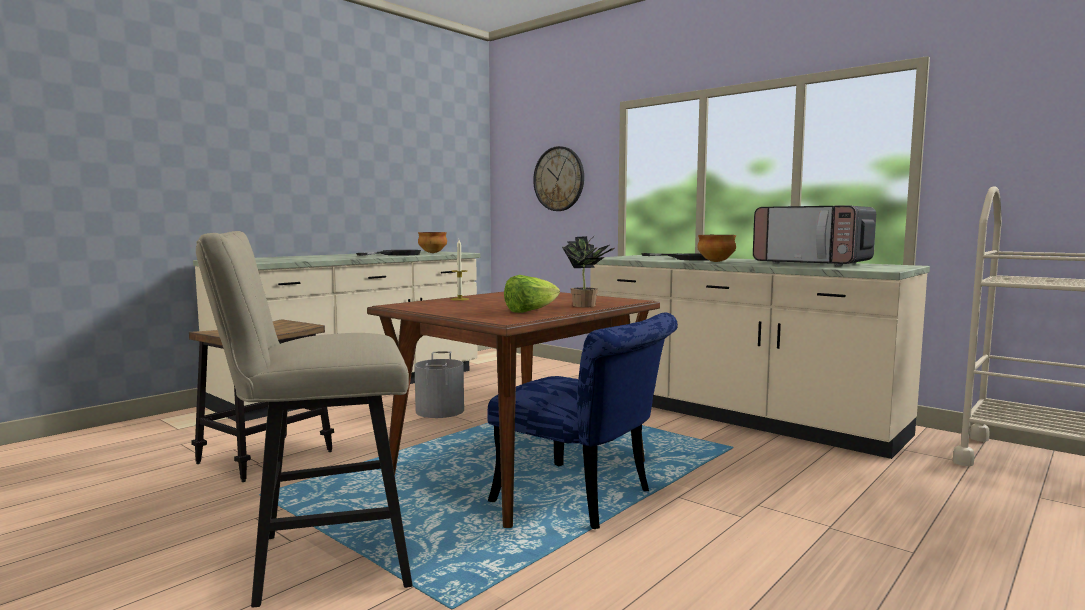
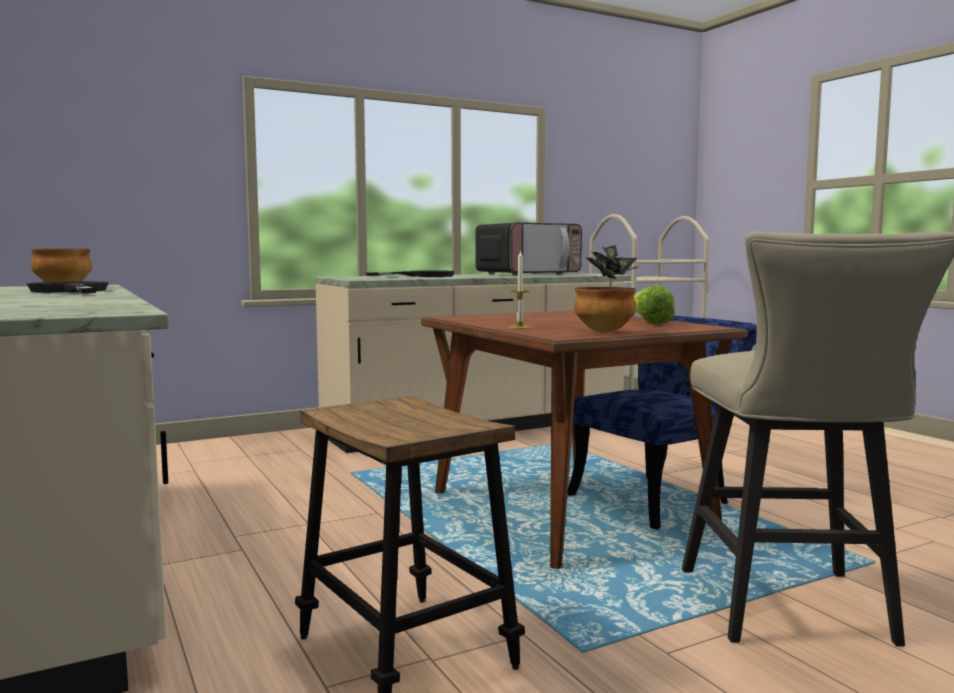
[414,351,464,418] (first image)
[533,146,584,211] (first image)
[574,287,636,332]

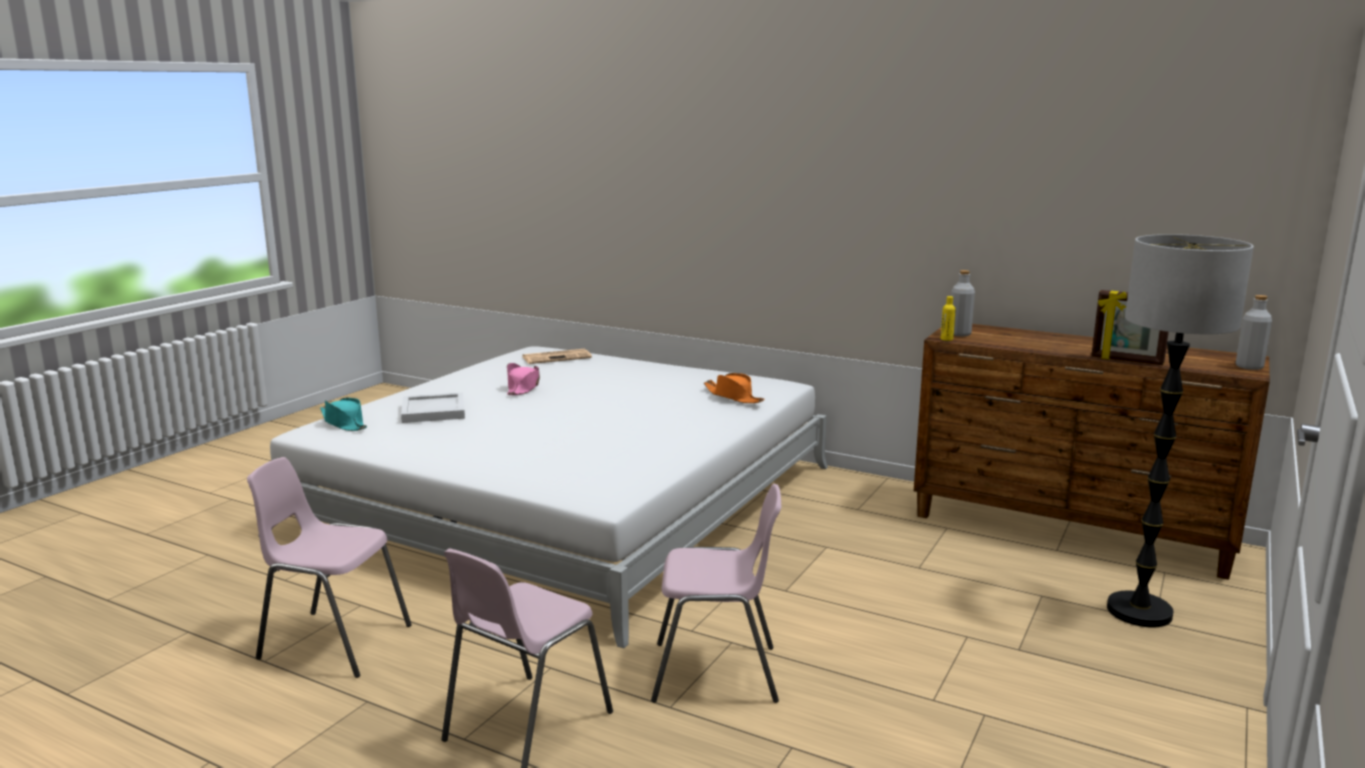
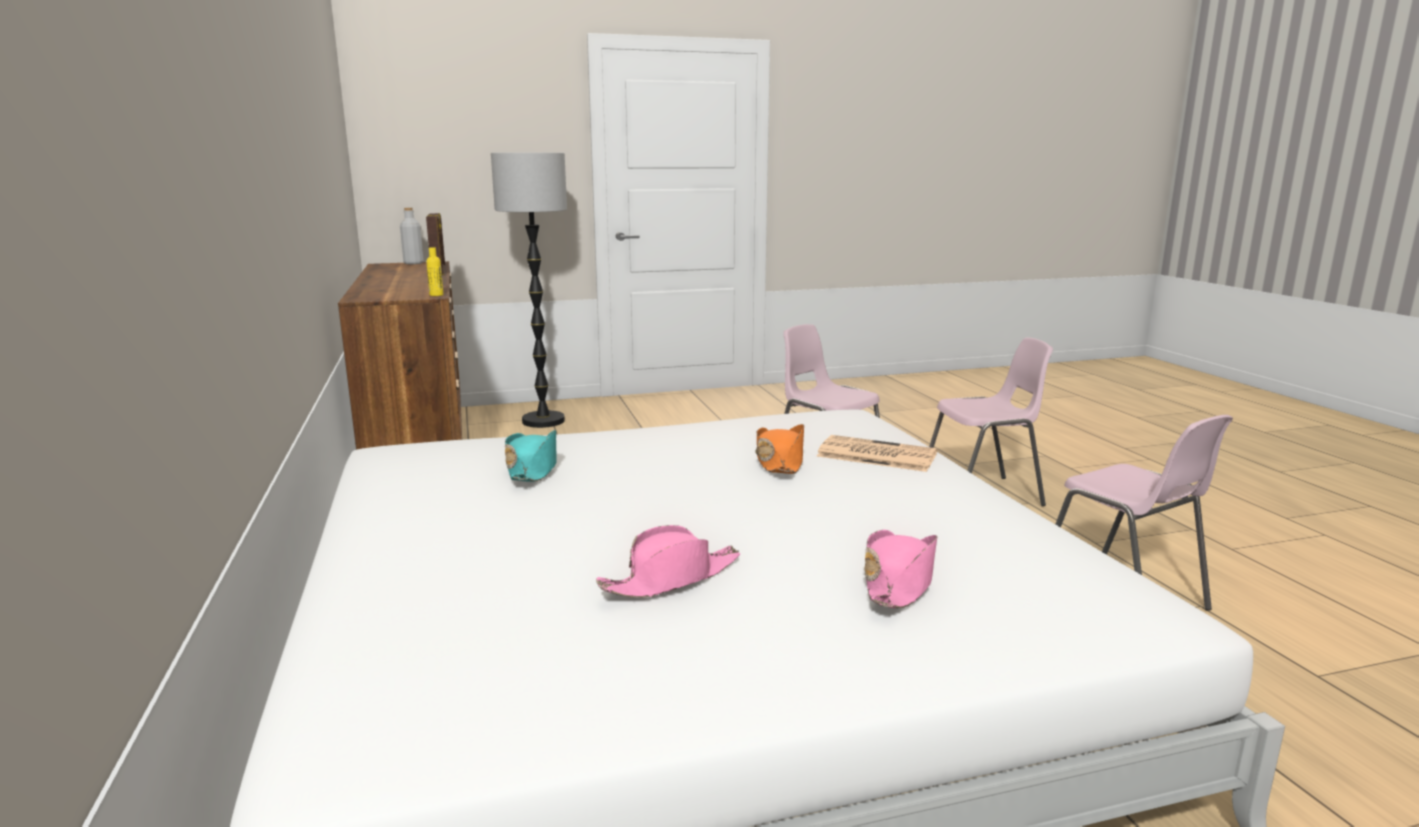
[951,270,975,336] (first image)
[505,430,557,482]
[817,435,937,472]
[755,424,804,474]
[864,530,937,608]

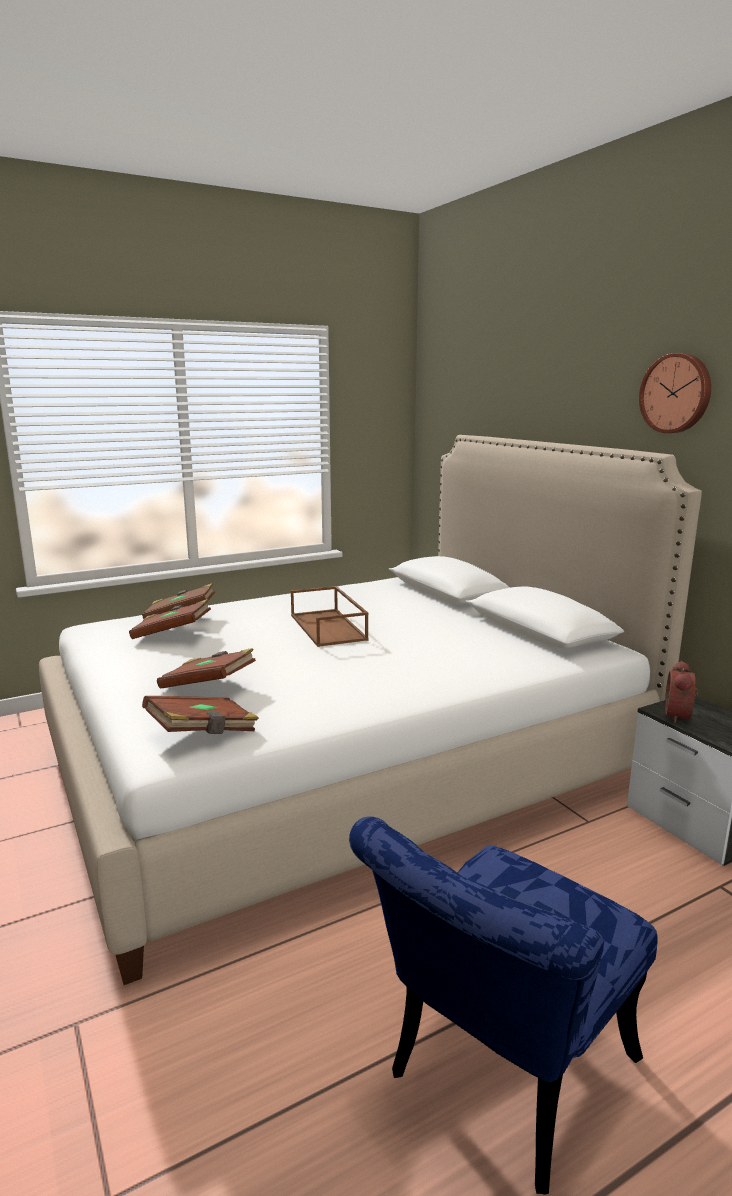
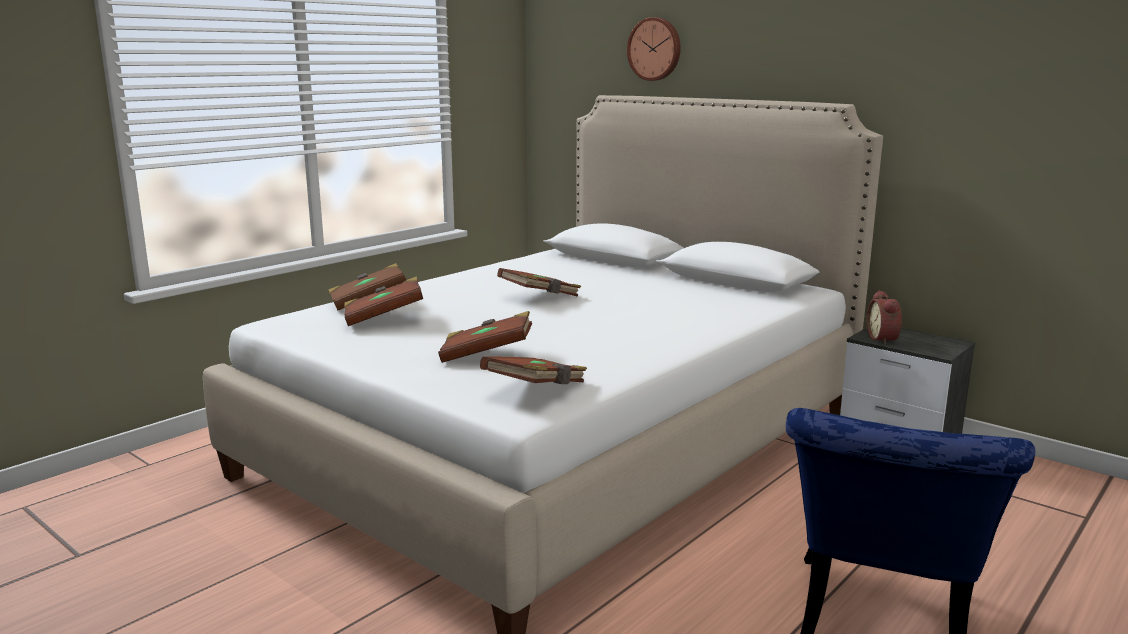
[627,17,681,81]
[497,268,581,297]

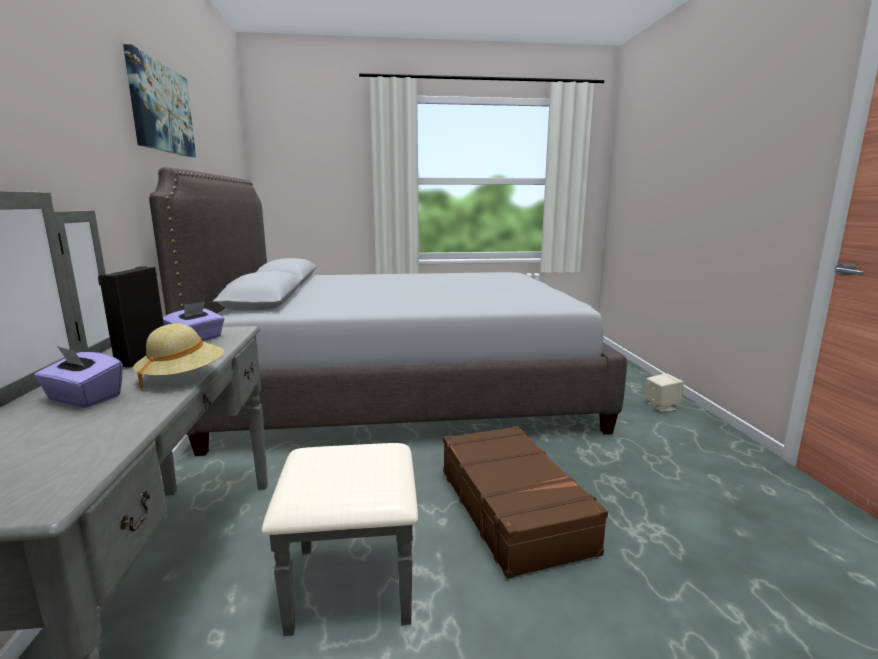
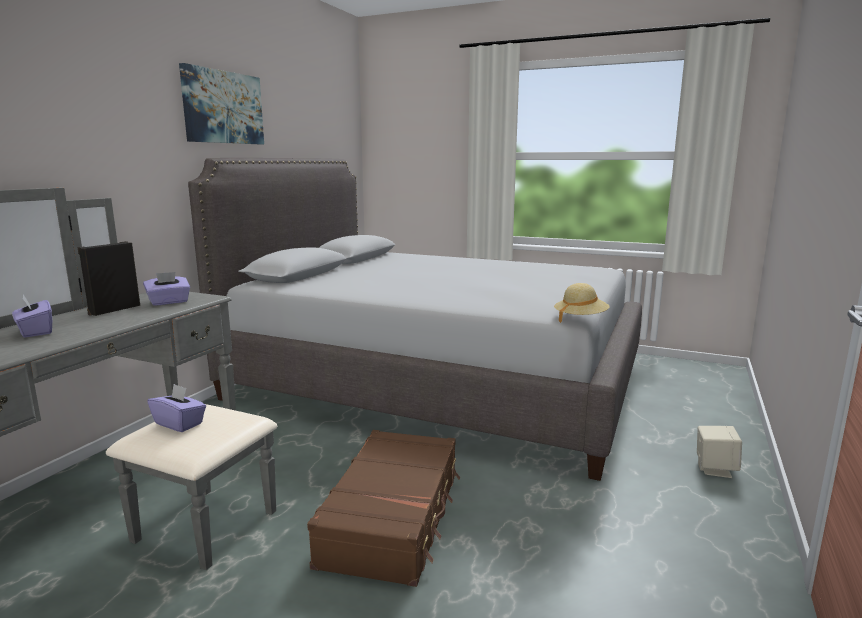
[148,384,206,432]
[554,283,609,323]

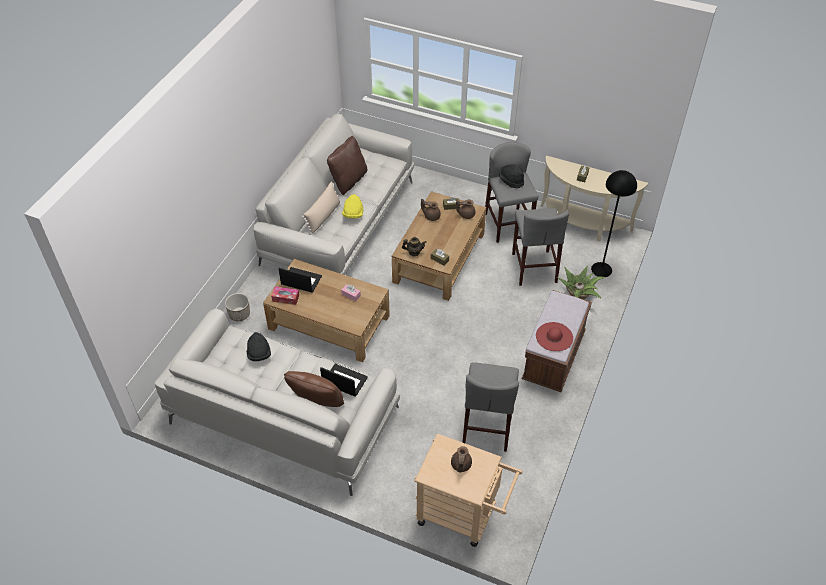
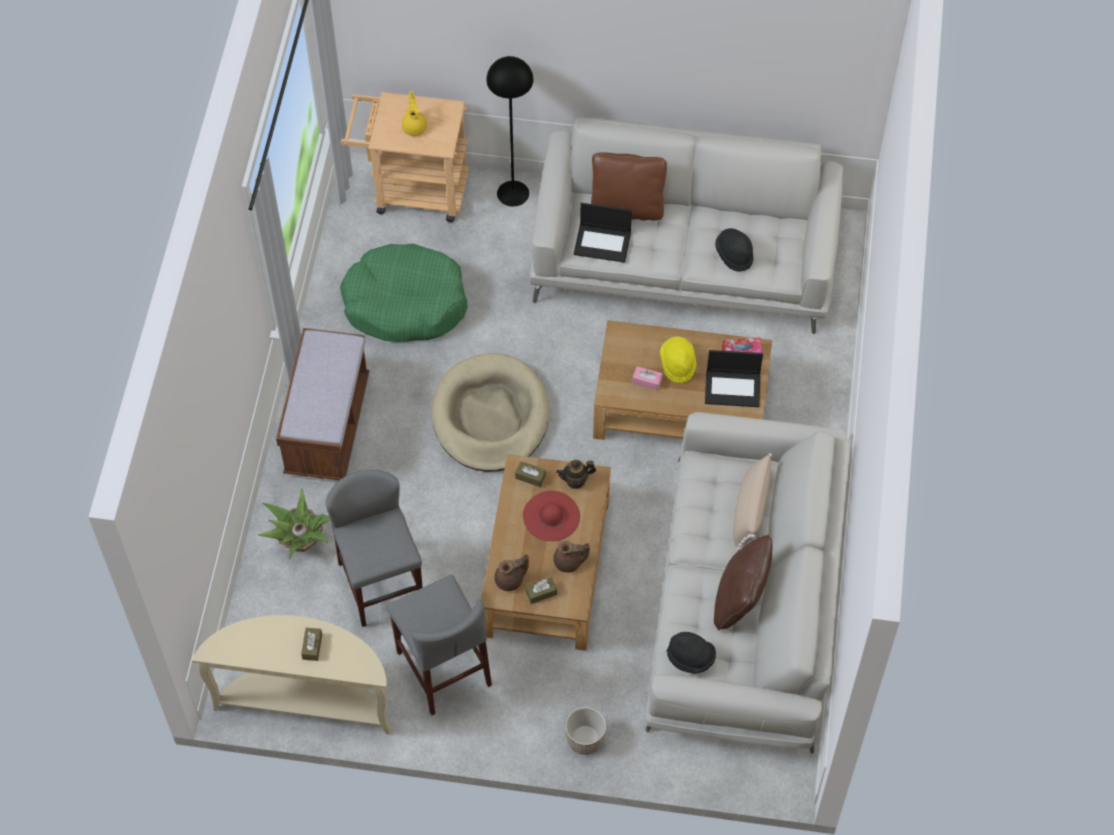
[432,353,549,472]
[565,707,606,755]
[660,337,696,383]
[667,632,716,674]
[523,491,580,541]
[486,56,533,207]
[340,244,468,342]
[402,91,427,136]

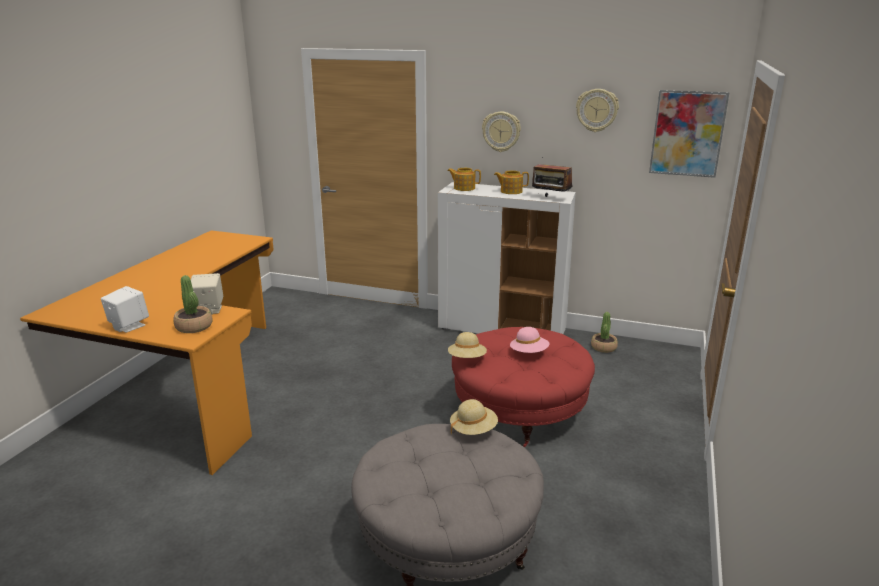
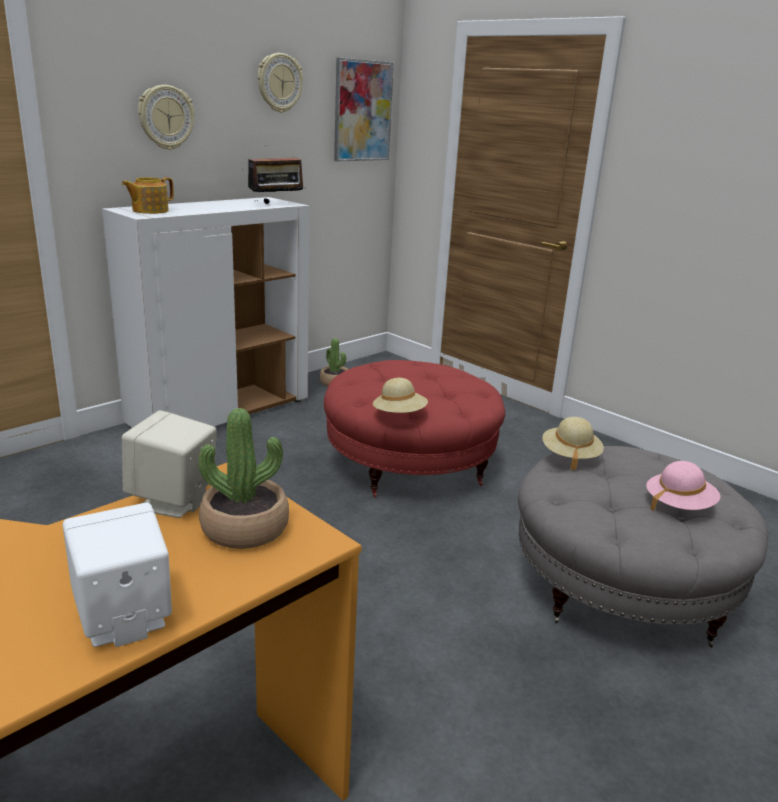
[494,170,529,194] (first image)
[646,461,720,511]

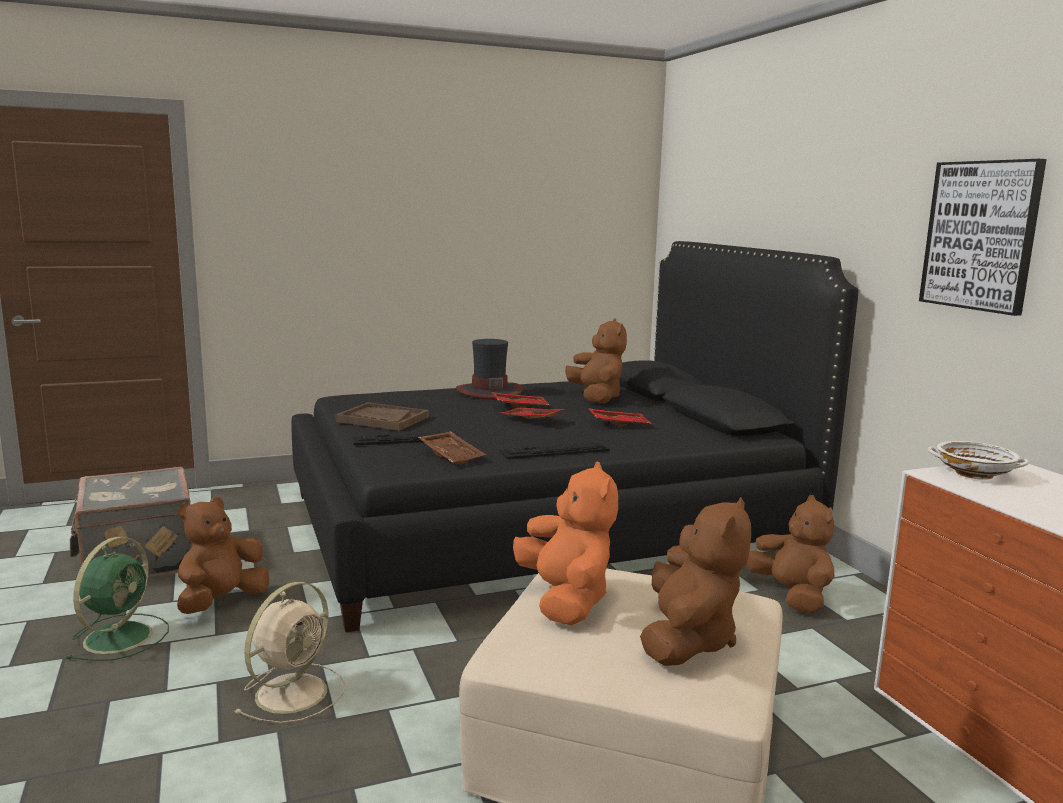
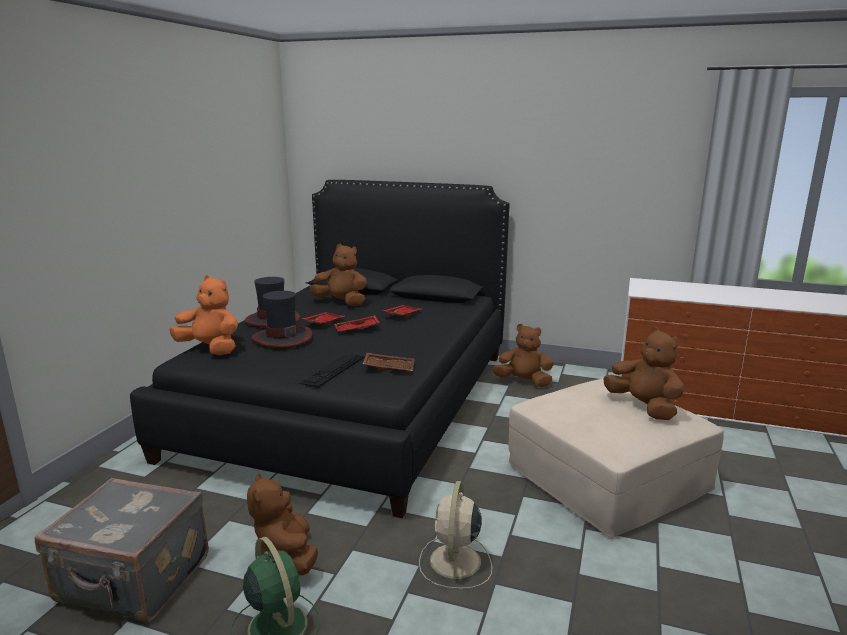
[335,402,429,431] (first image)
[499,442,610,459] (first image)
[919,159,1047,316] (first image)
[928,441,1029,480] (first image)
[252,291,313,348]
[169,275,238,355]
[419,481,492,589]

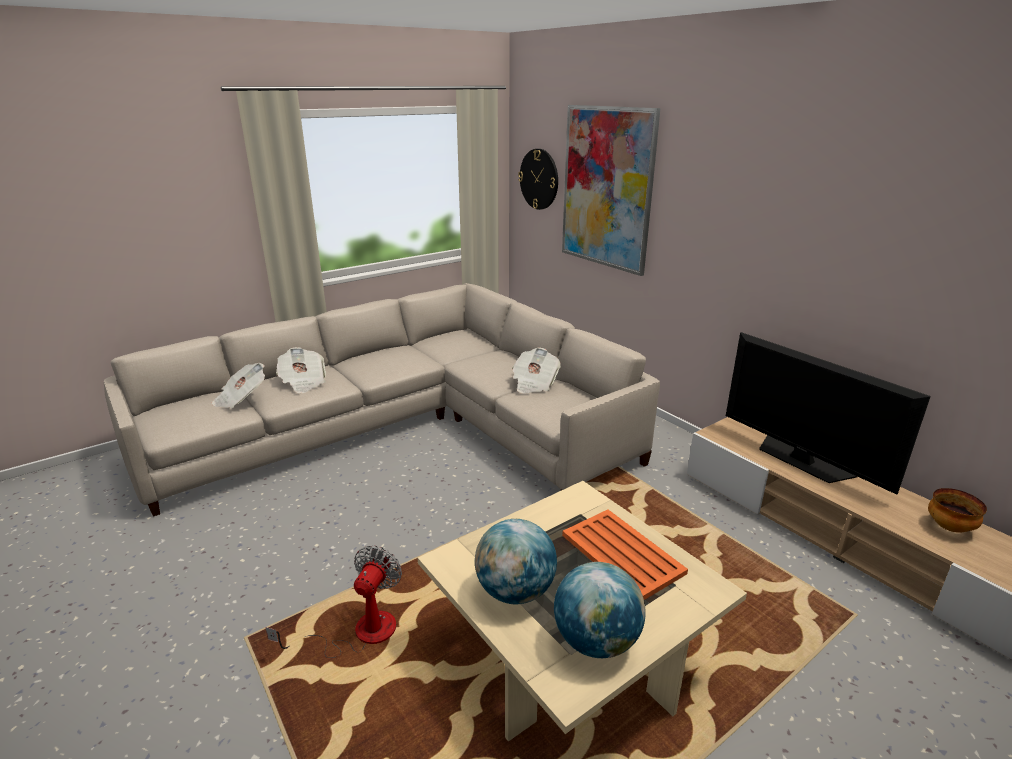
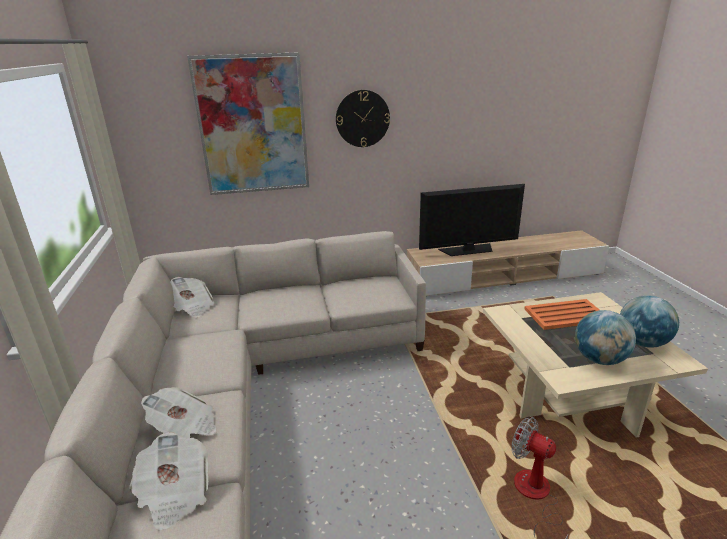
[928,488,987,533] (first image)
[170,277,214,318]
[336,90,390,147]

